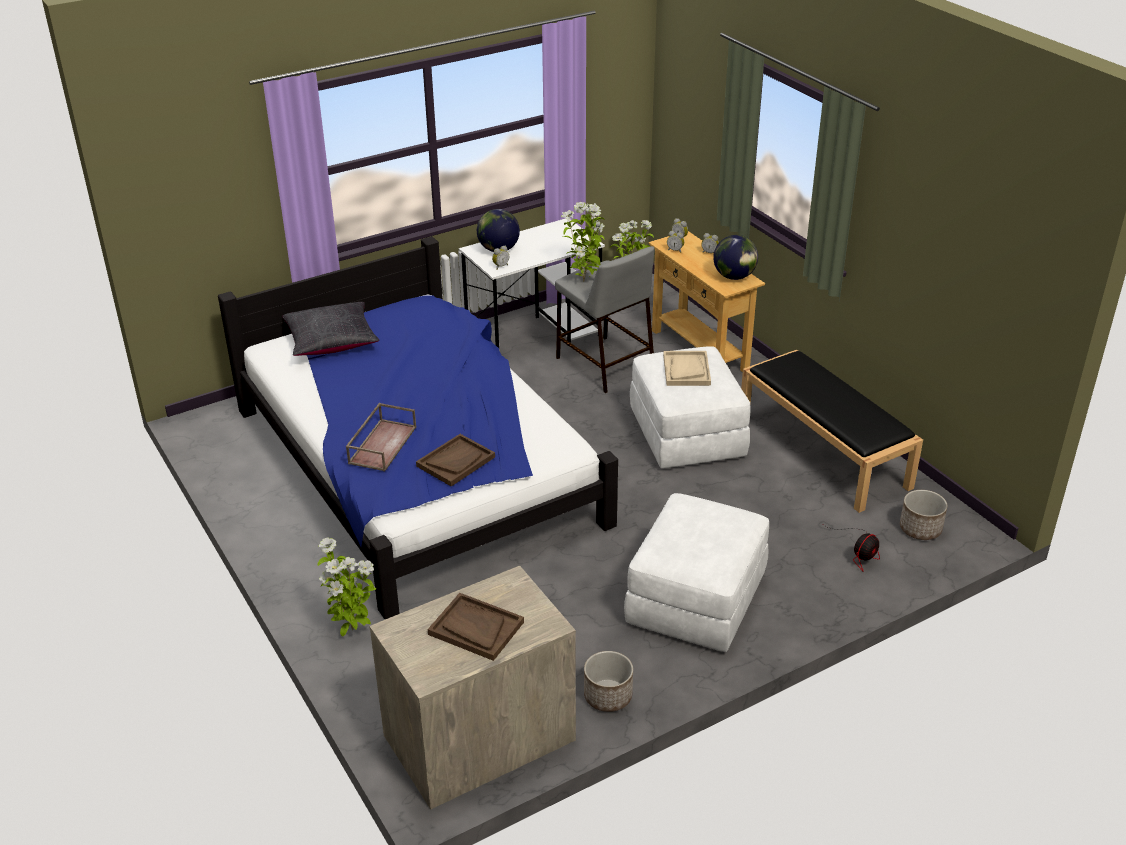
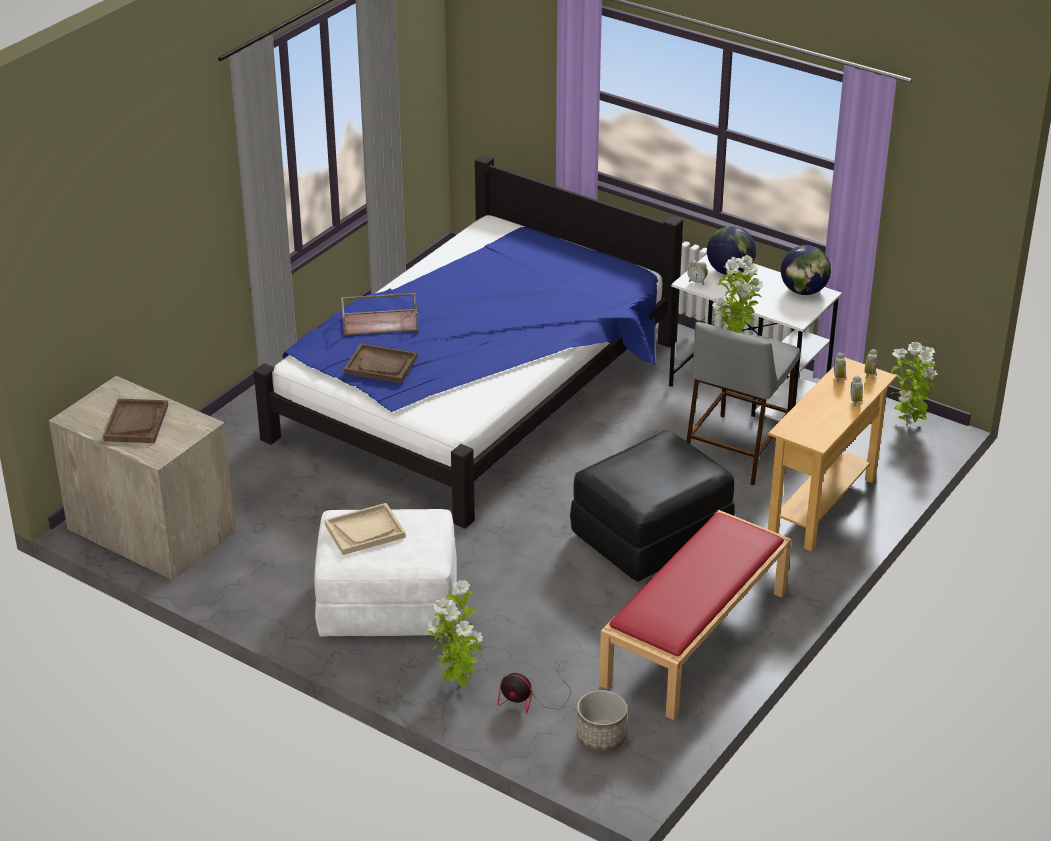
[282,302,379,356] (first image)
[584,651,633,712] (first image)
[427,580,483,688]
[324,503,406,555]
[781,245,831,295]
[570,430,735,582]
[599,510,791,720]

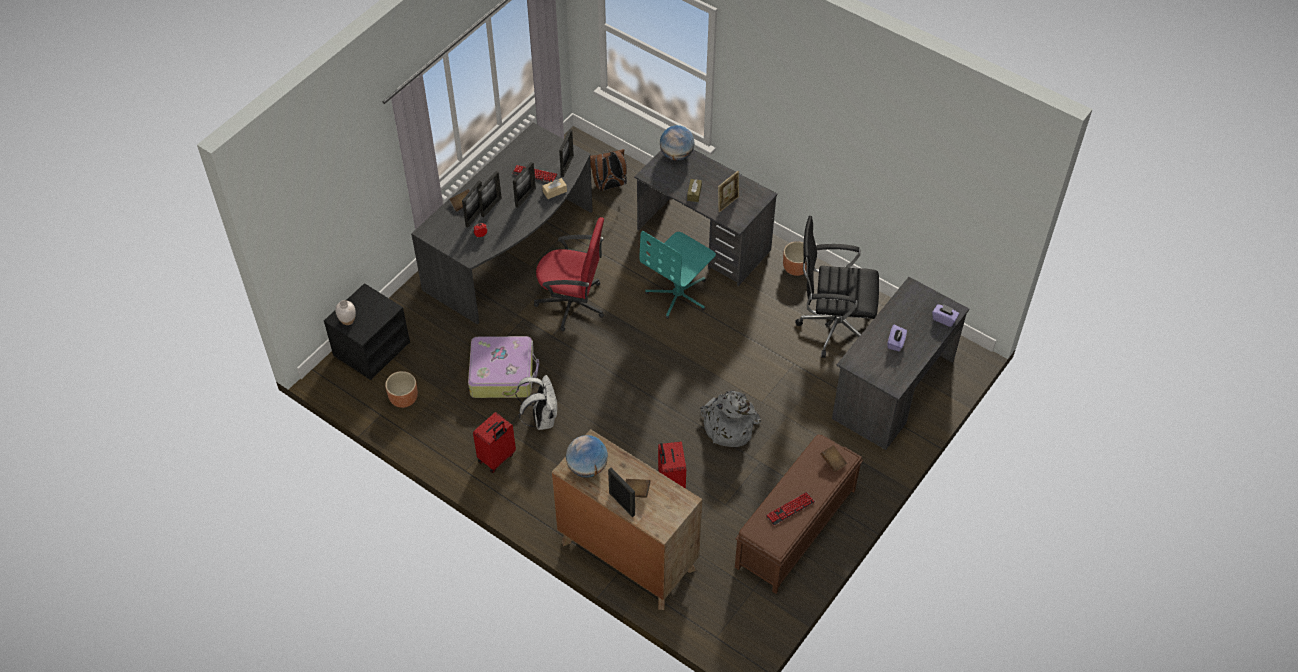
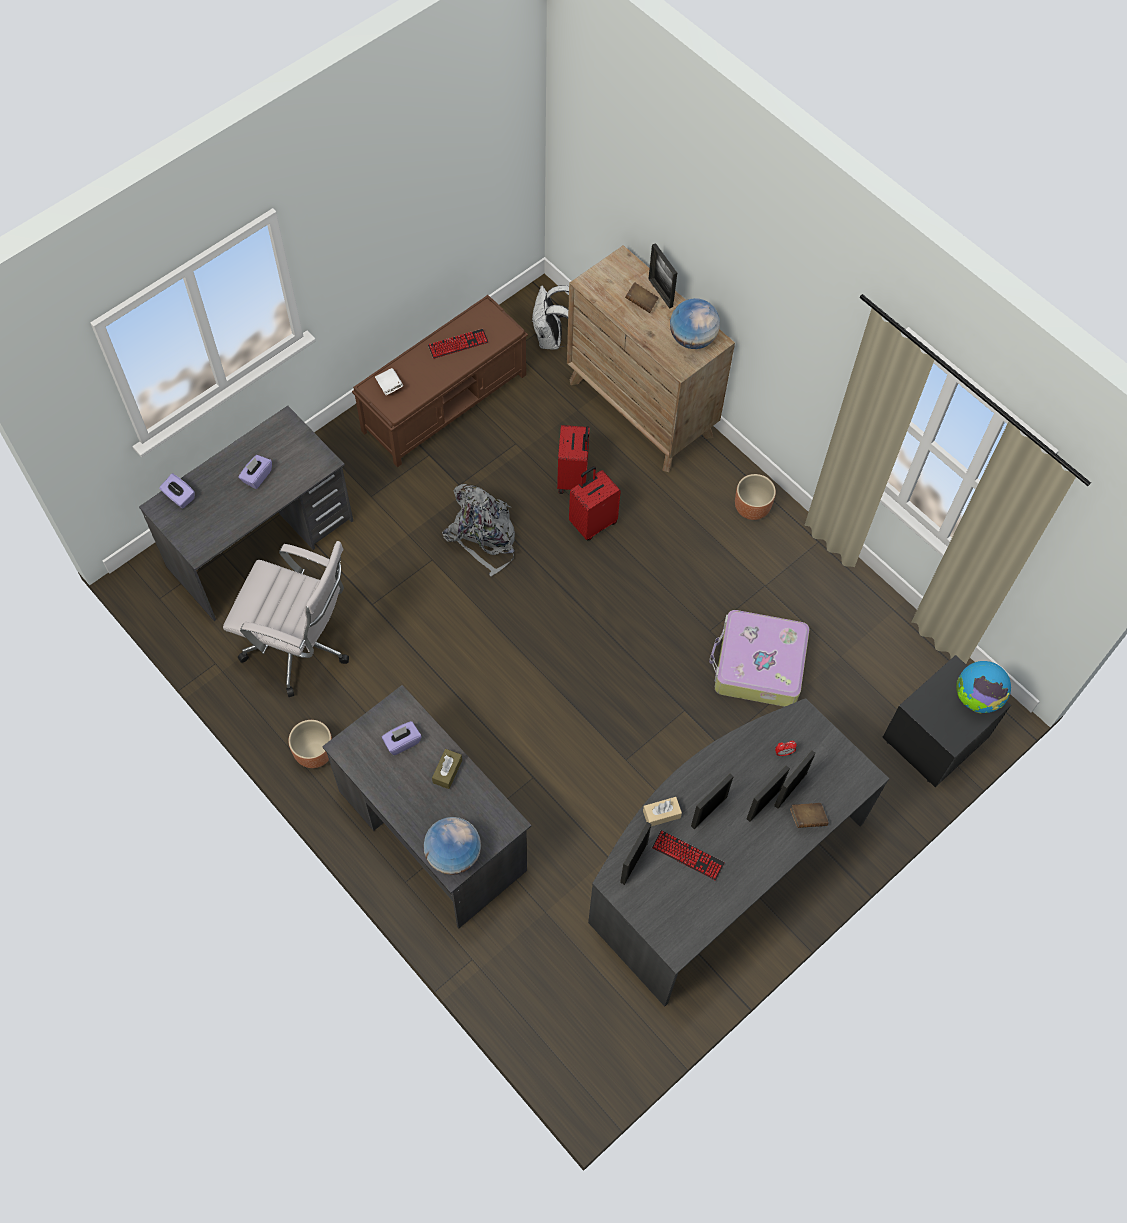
[534,217,604,331] (first image)
[590,149,627,191] (first image)
[640,231,716,319] (first image)
[735,474,776,520]
[569,466,621,541]
[532,285,569,350]
[956,661,1011,713]
[382,721,421,755]
[223,541,349,697]
[375,368,403,395]

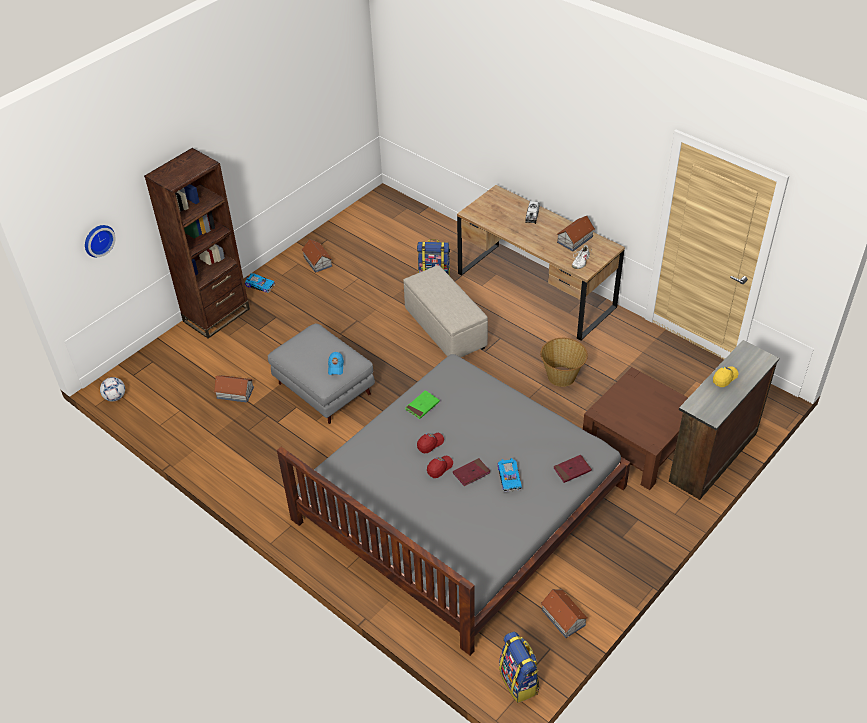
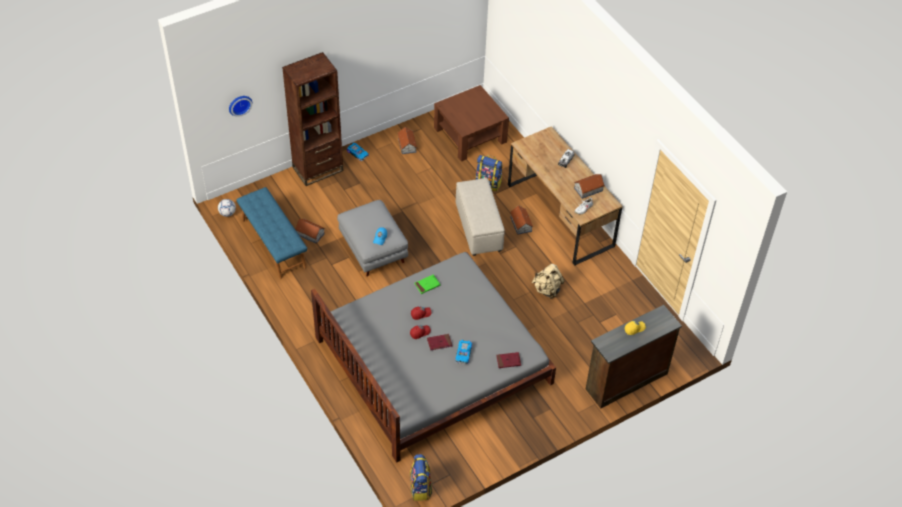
[236,187,307,279]
[510,205,533,235]
[434,85,509,162]
[532,264,565,299]

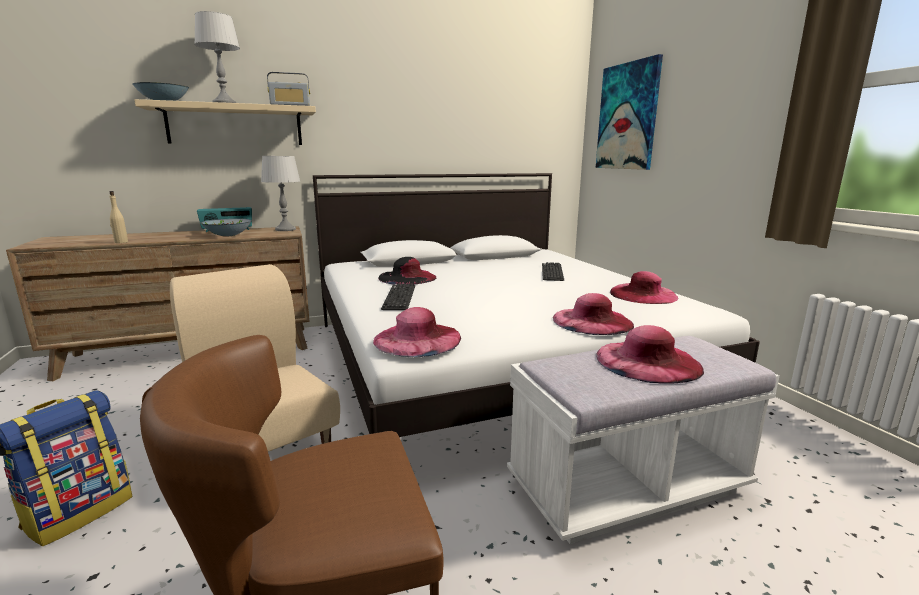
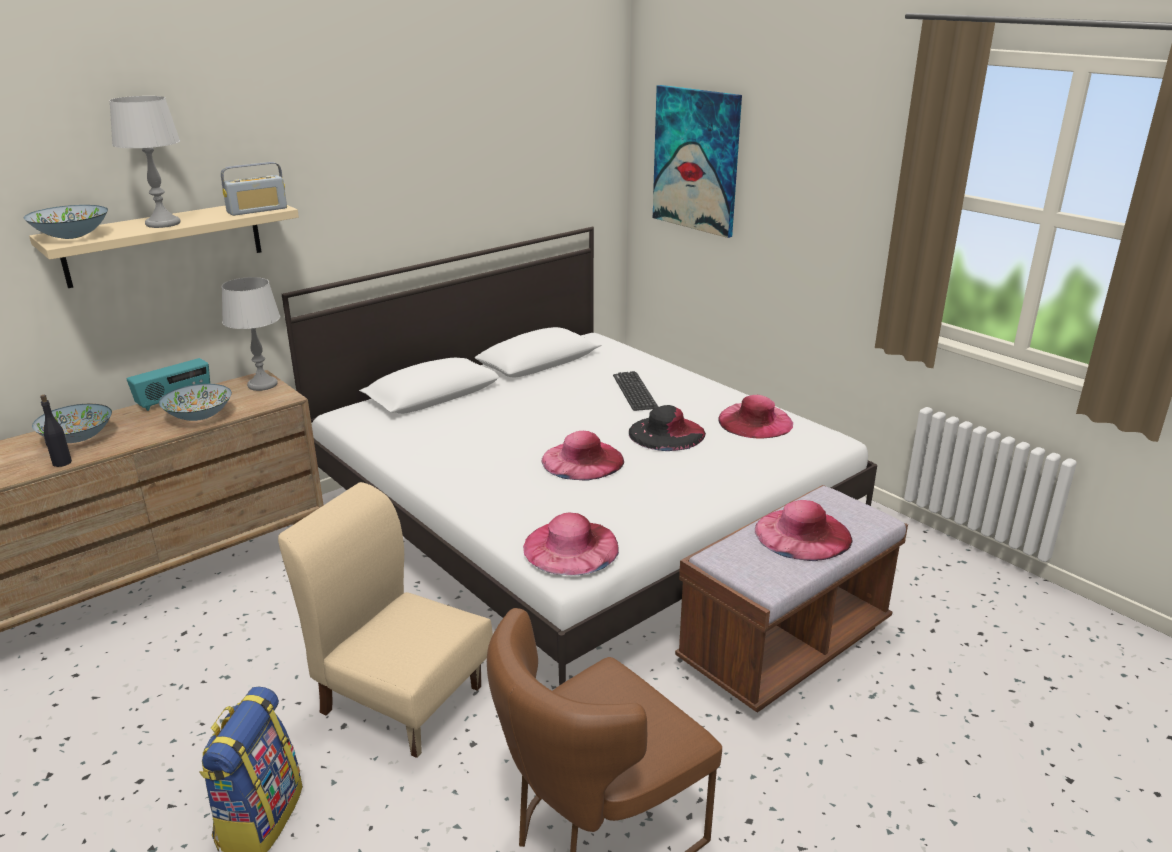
[381,284,415,310] (first image)
[32,404,112,443]
[629,405,706,451]
[541,431,624,481]
[40,395,72,467]
[675,485,908,713]

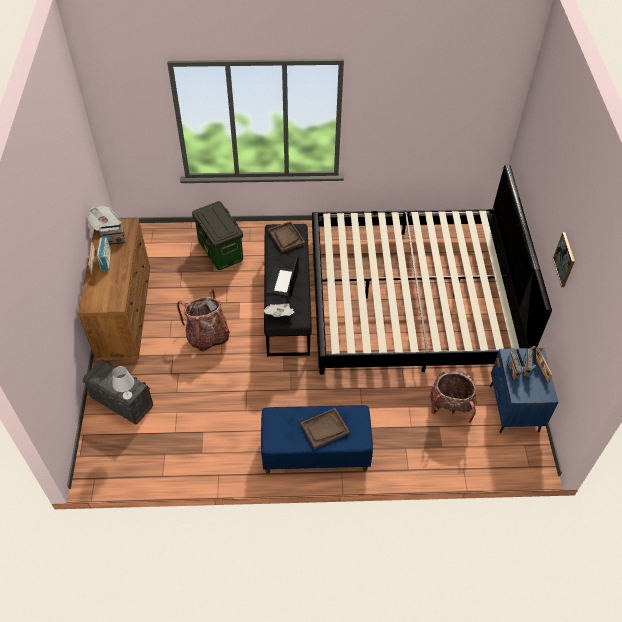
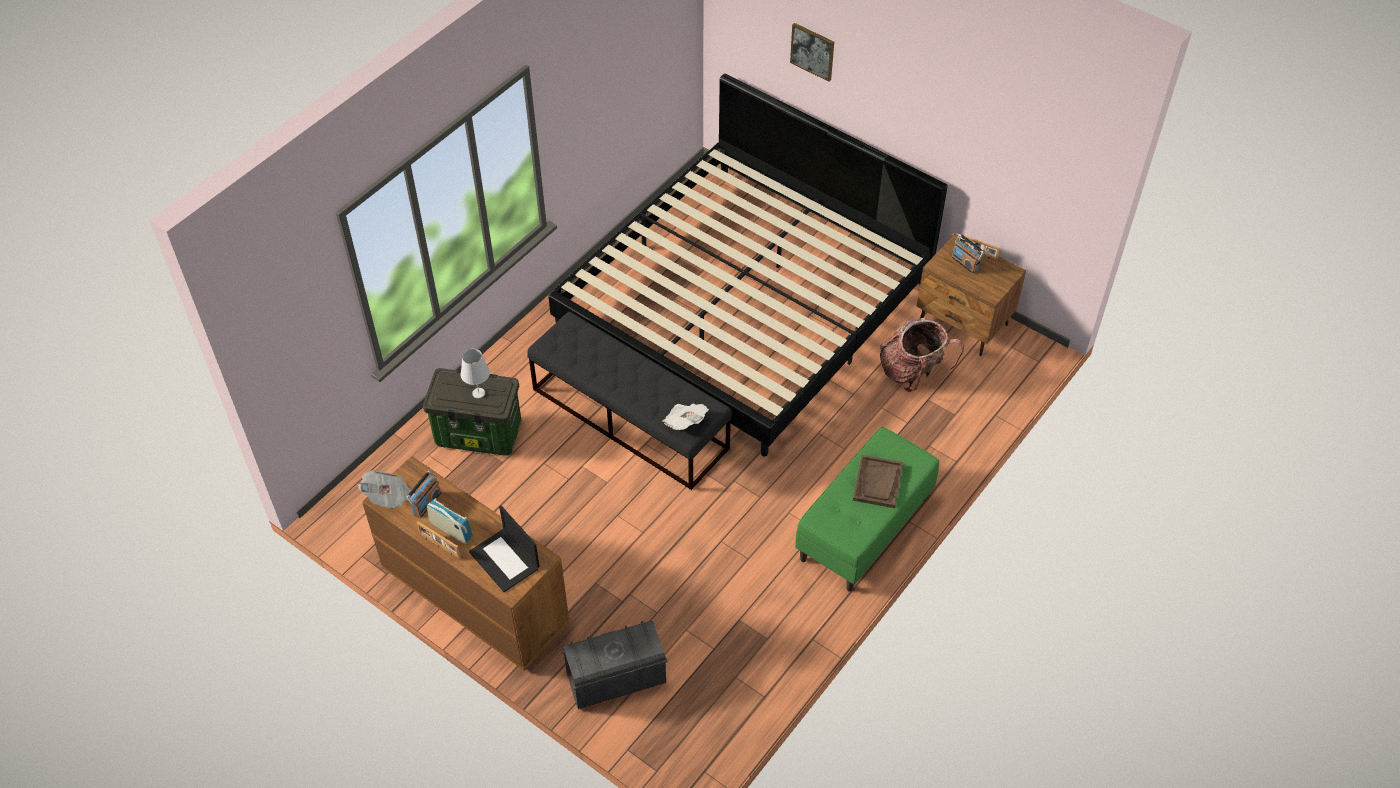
[177,288,230,352] (first image)
[268,221,305,252] (first image)
[506,348,525,380] (first image)
[461,349,490,399]
[469,505,540,592]
[790,23,834,82]
[795,427,939,592]
[917,234,1026,356]

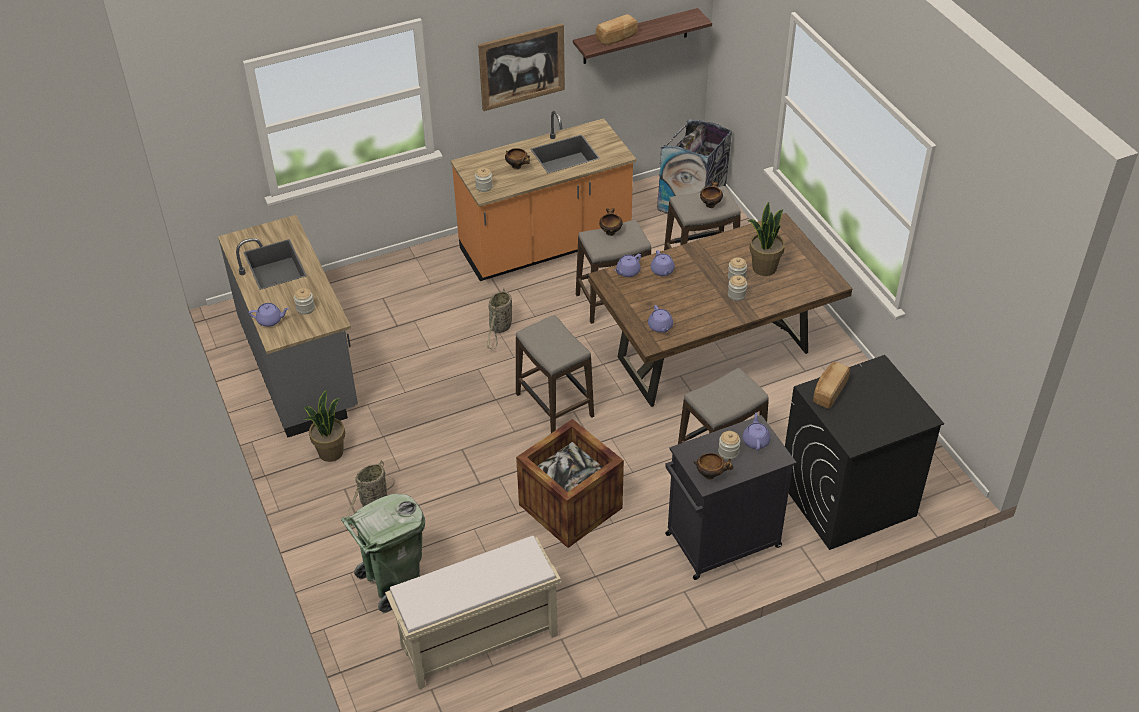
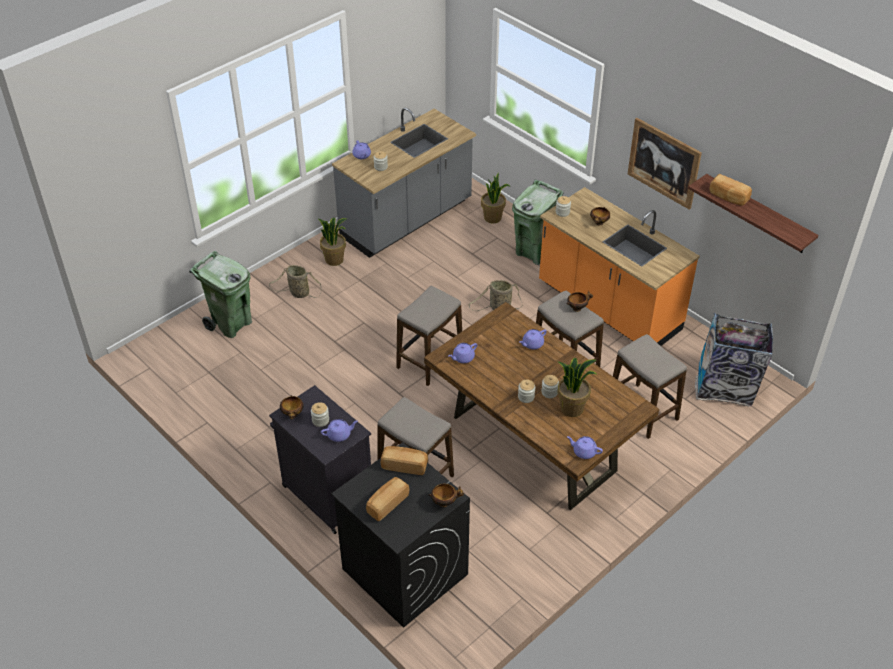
[385,536,561,689] (first image)
[516,419,624,548] (first image)
[366,477,410,521]
[481,173,510,223]
[512,180,564,265]
[567,436,603,459]
[428,484,464,507]

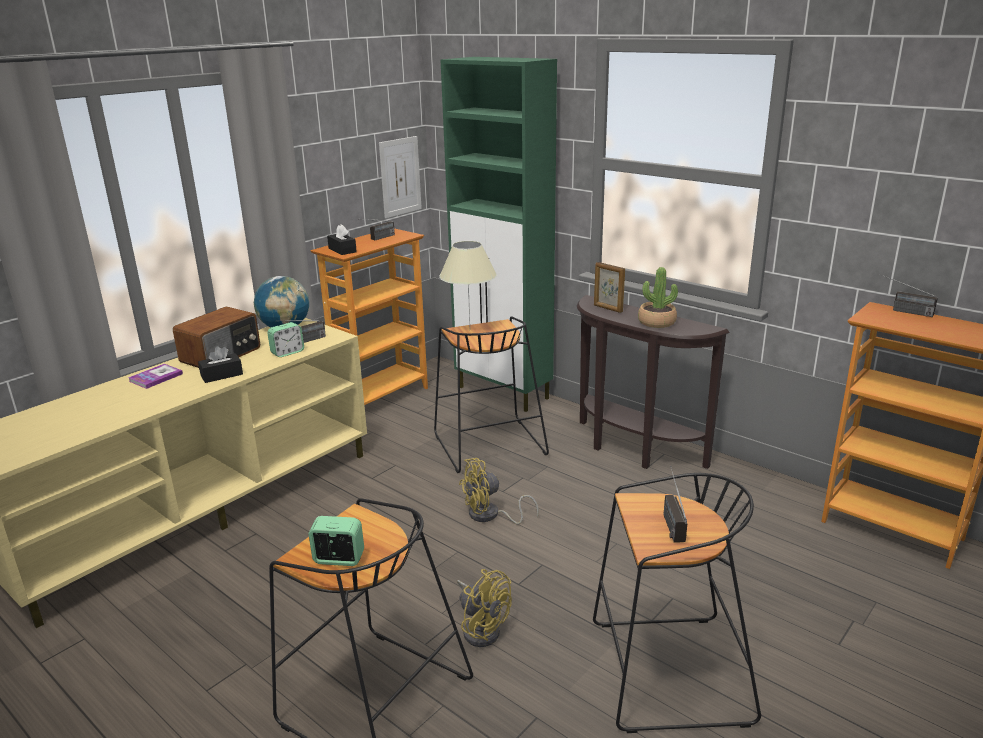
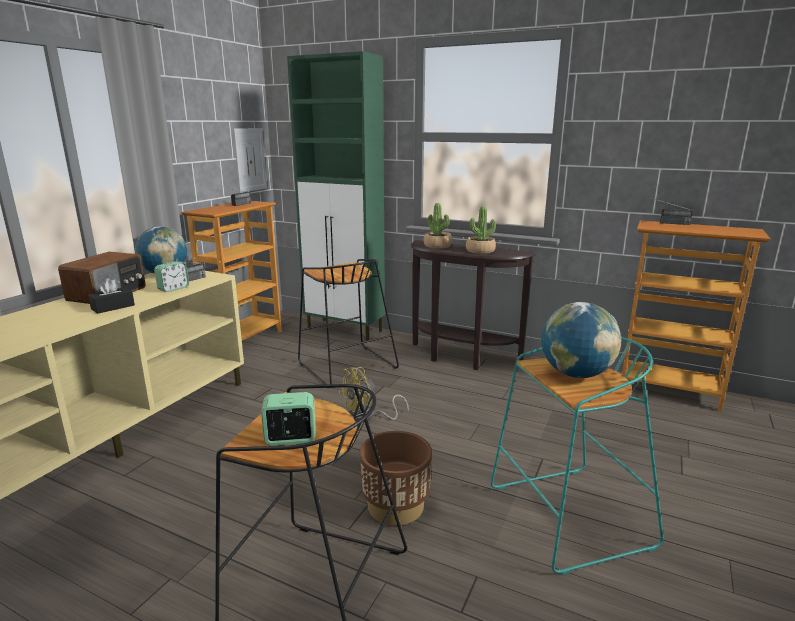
[128,364,183,389] (first image)
[327,224,357,255] (first image)
[439,241,497,324] (first image)
[360,431,432,526]
[424,203,452,249]
[541,302,621,378]
[491,337,664,575]

